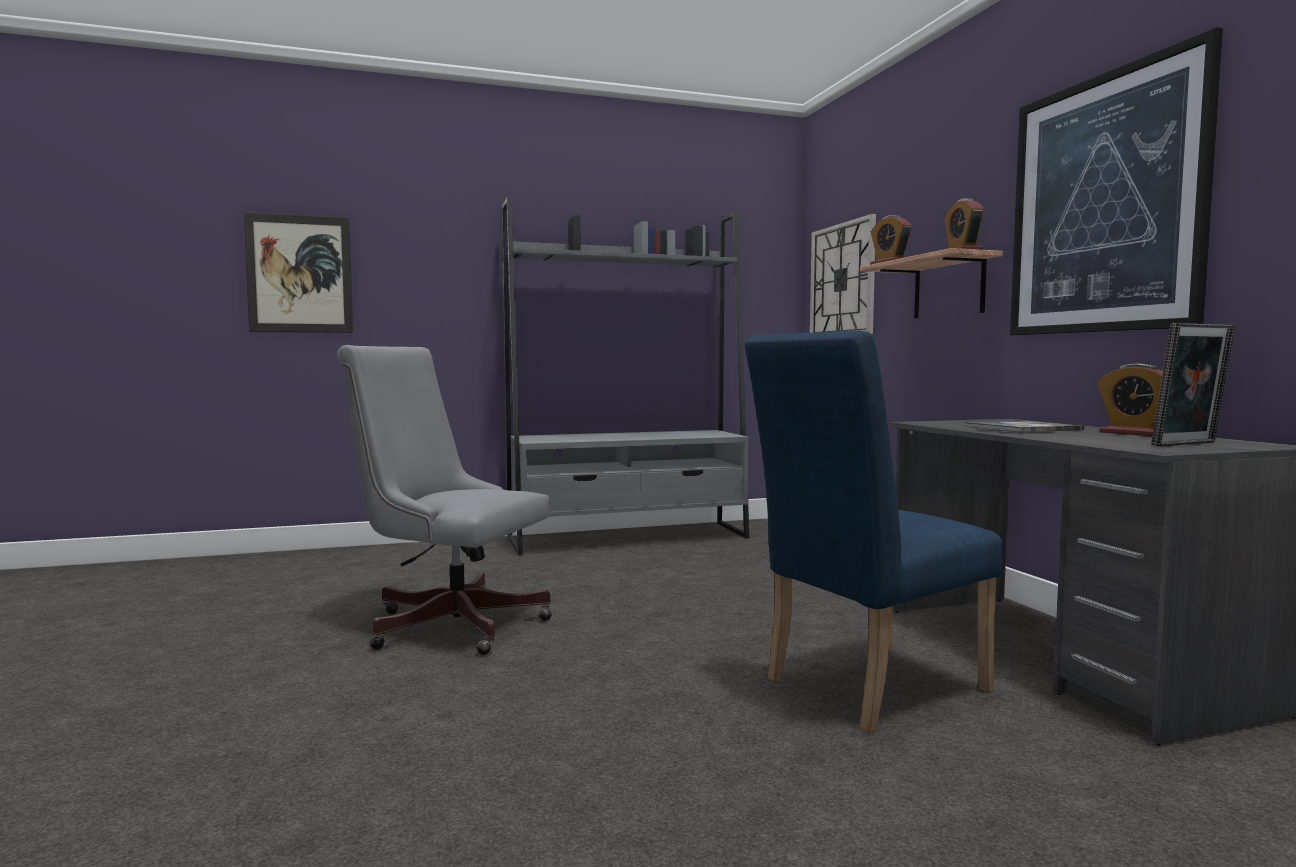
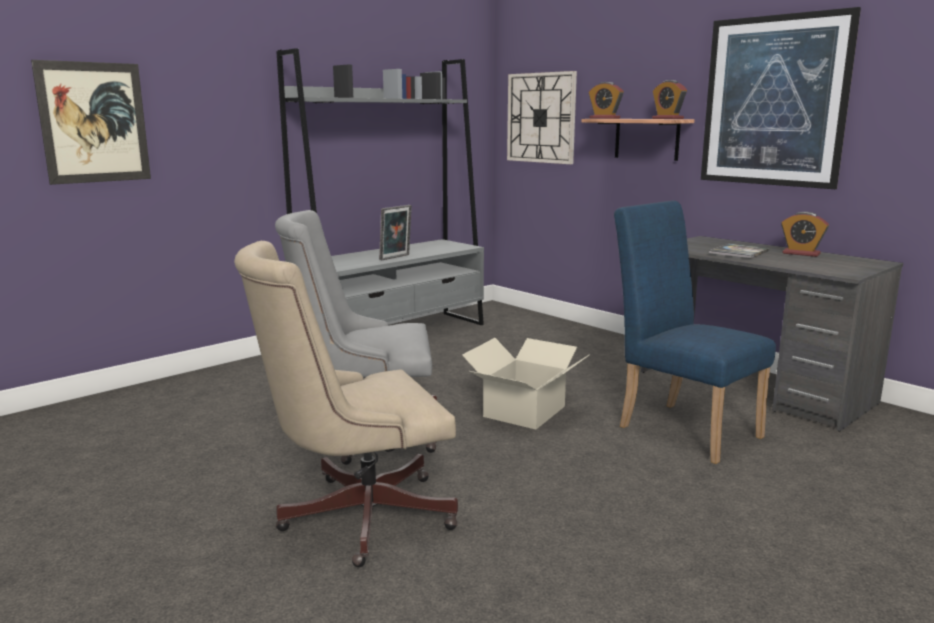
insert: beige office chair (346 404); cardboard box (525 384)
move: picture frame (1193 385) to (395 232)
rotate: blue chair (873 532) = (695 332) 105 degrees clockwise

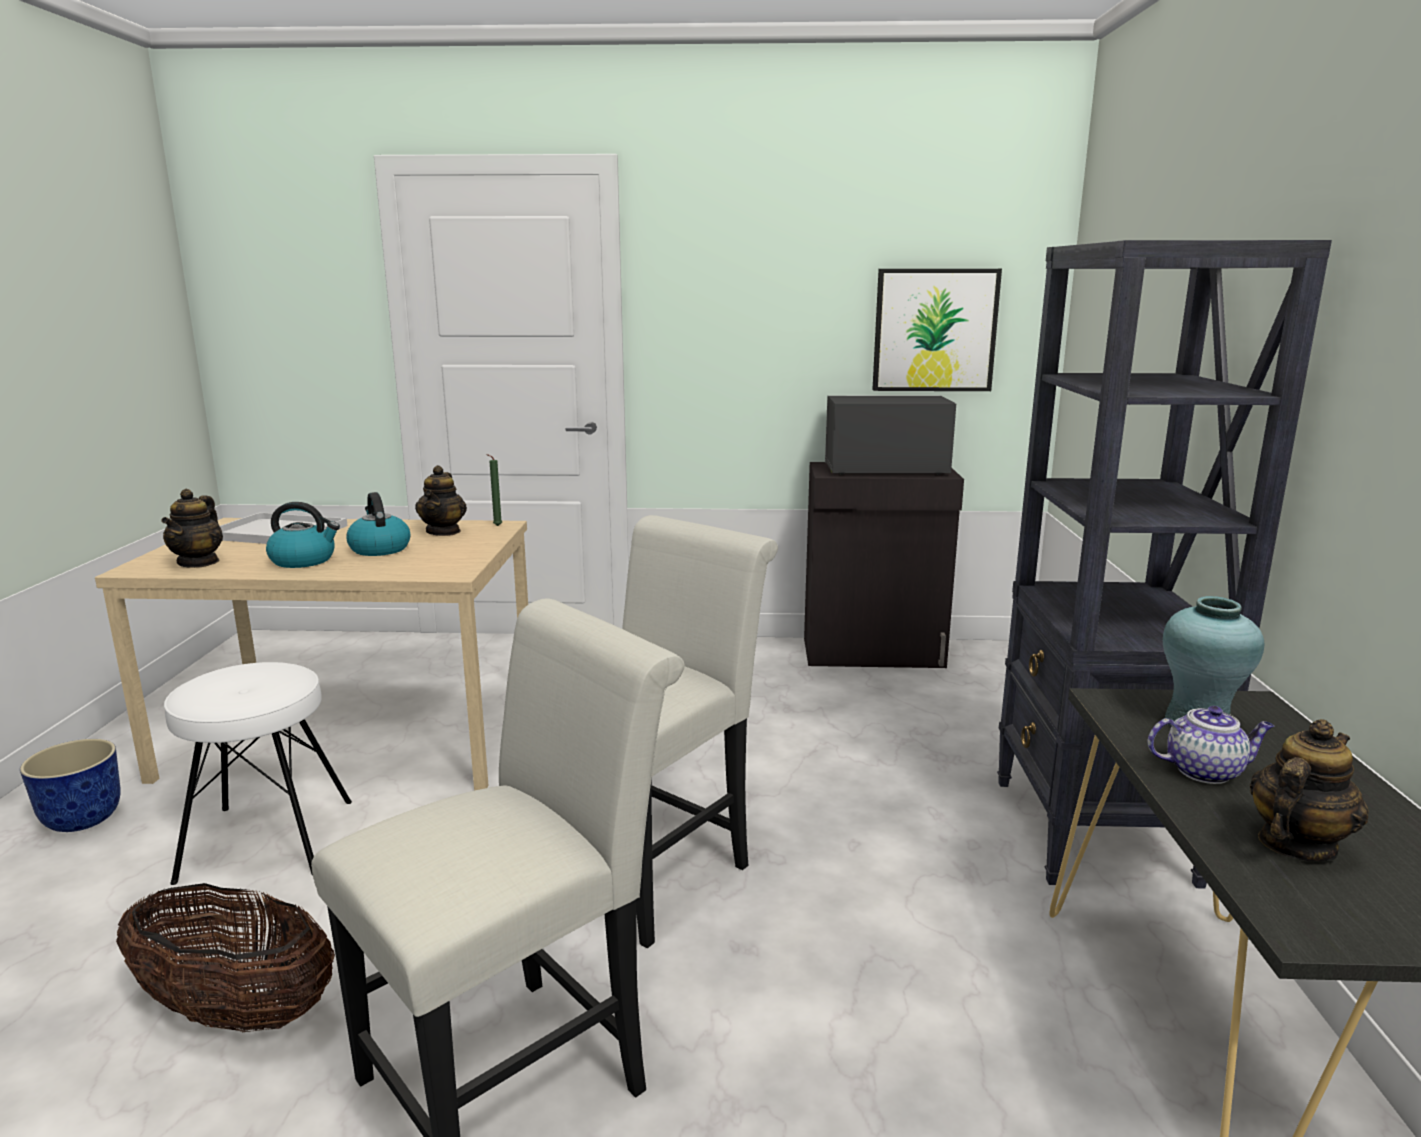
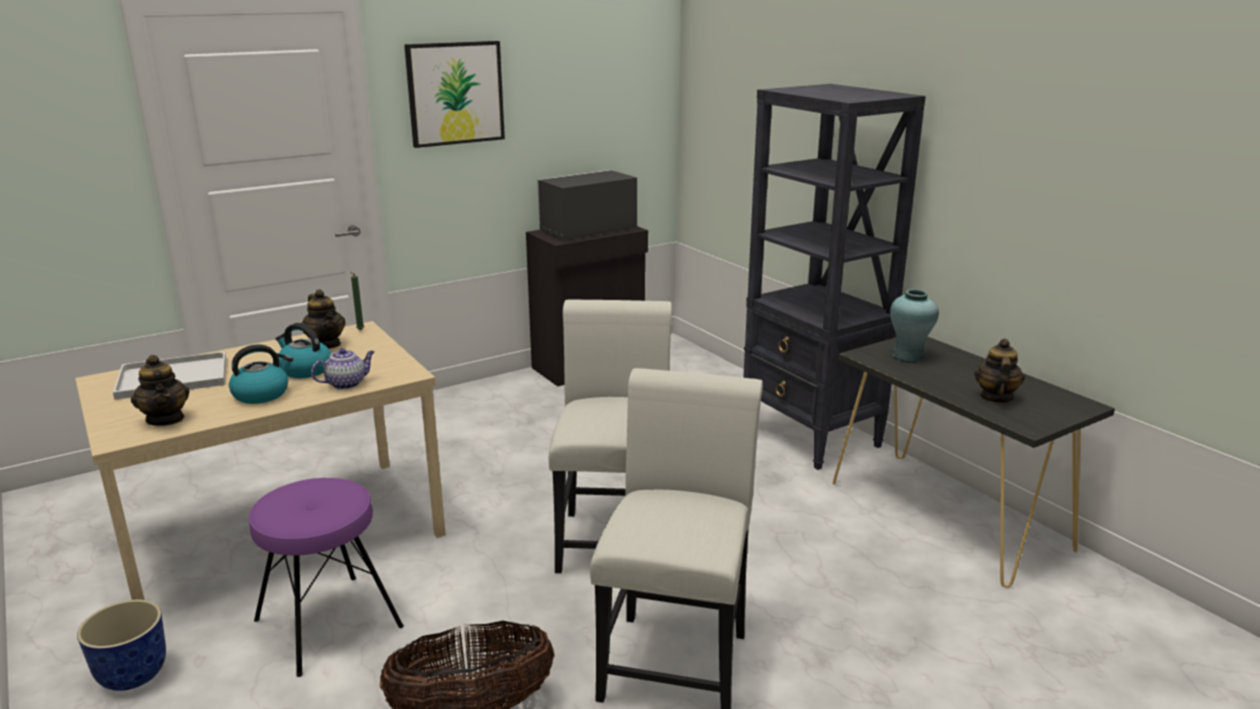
move: teapot (1211 745) to (343 368); picture (937 330) to (454 94)
recolor: white stool (258 773) to purple stool (326 577)

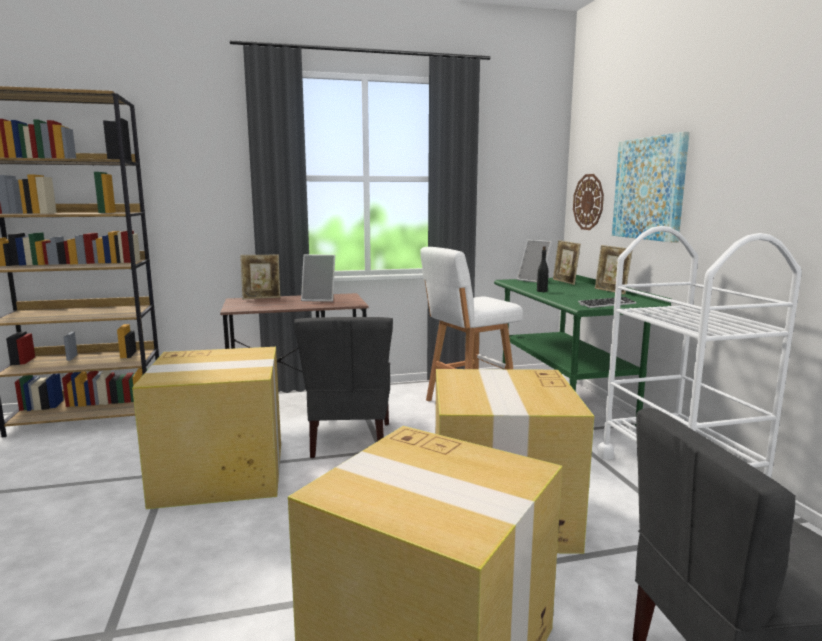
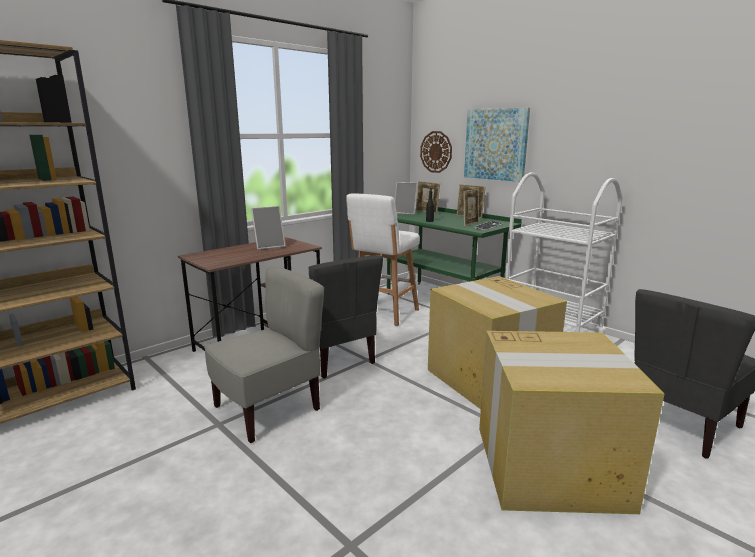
move: picture frame (260 277) to (471 207)
replace: cardboard box (206 428) to grey chair (264 355)

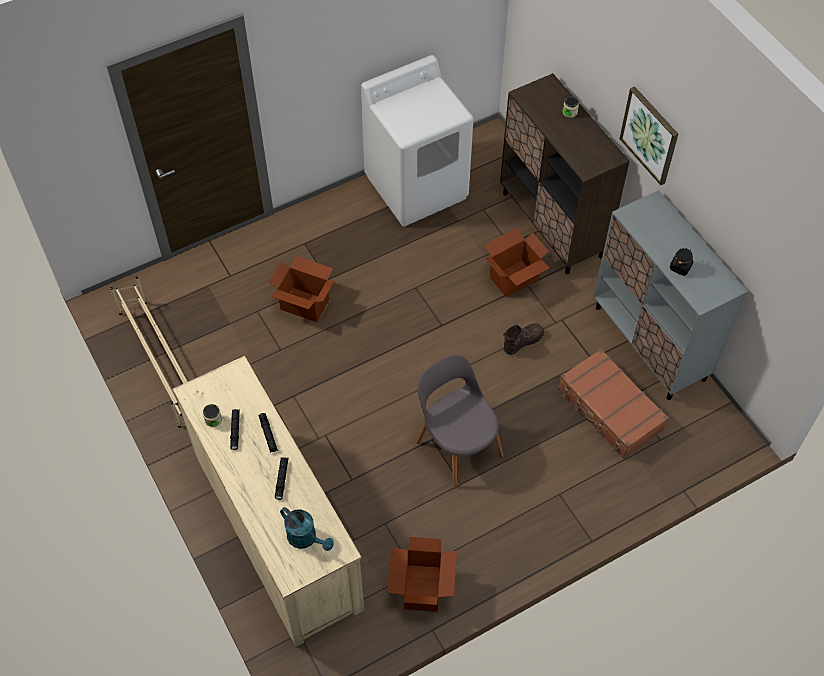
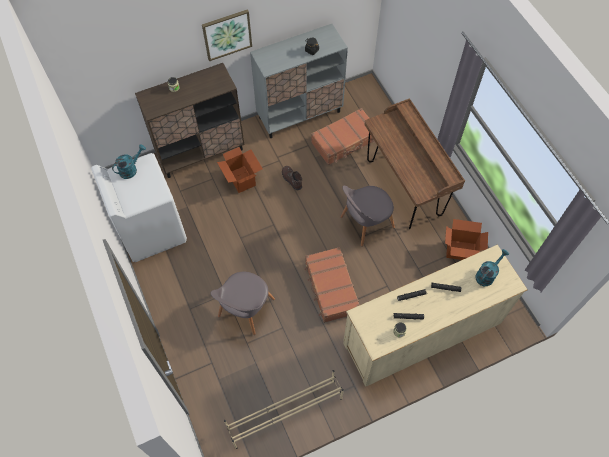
insert: turquoise watering can (129 161); brown suitcase (332 285); brown desk (415 163)
replace: cardboard box (302 289) to grey chair (243 303)

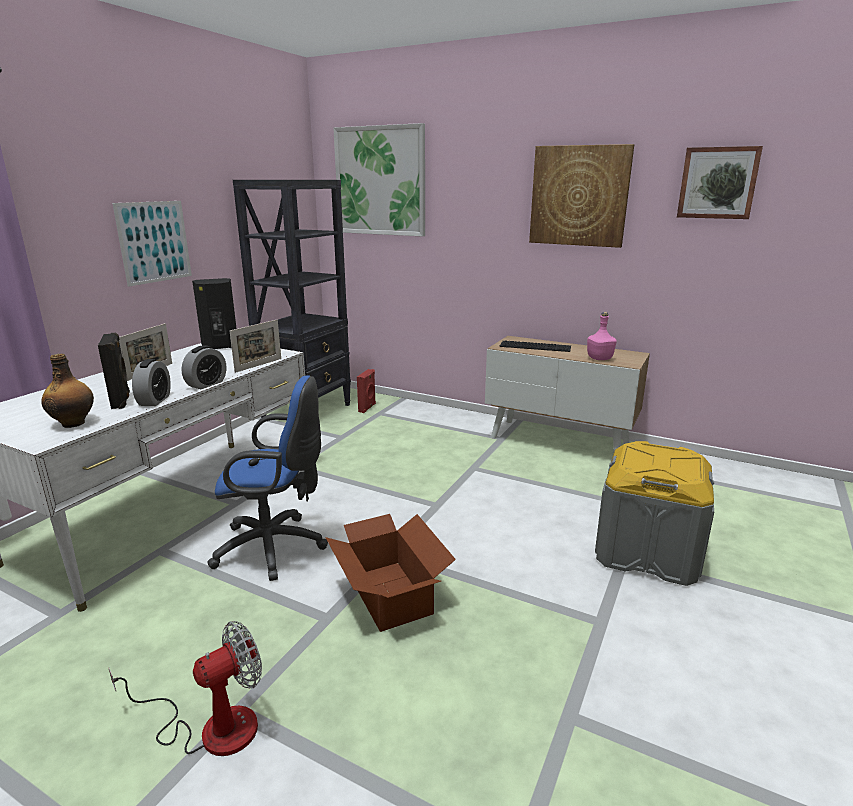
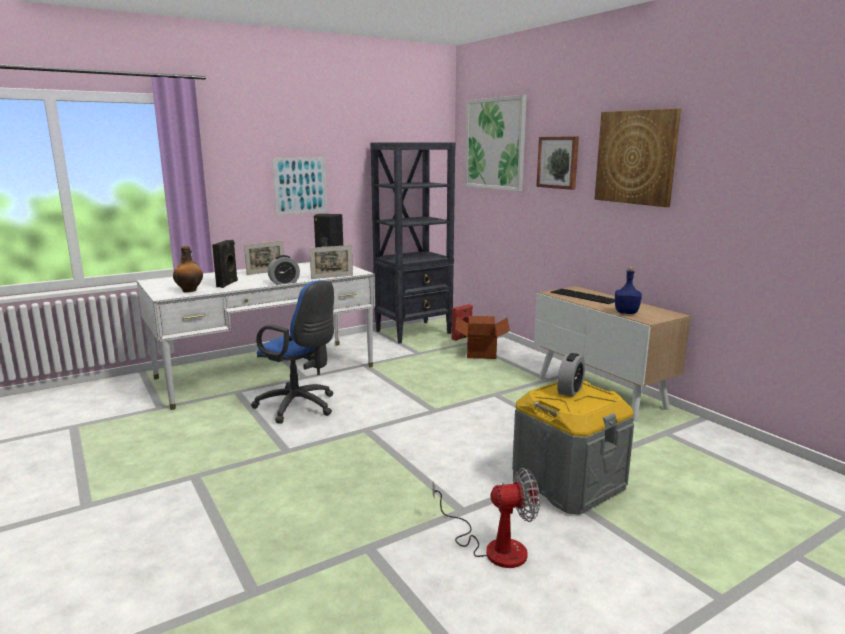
move: fan (185 688) to (486 518); cardboard box (391 573) to (482 337); picture (720 182) to (557 163); alarm clock (151 382) to (571 375)
recolor: pink bottle (602 336) to blue bottle (628 290)

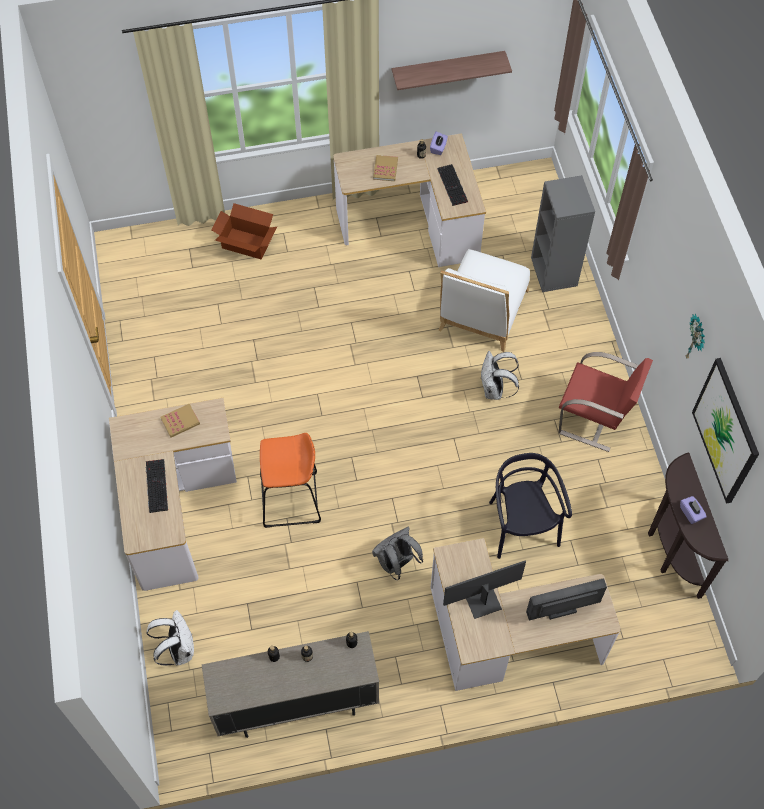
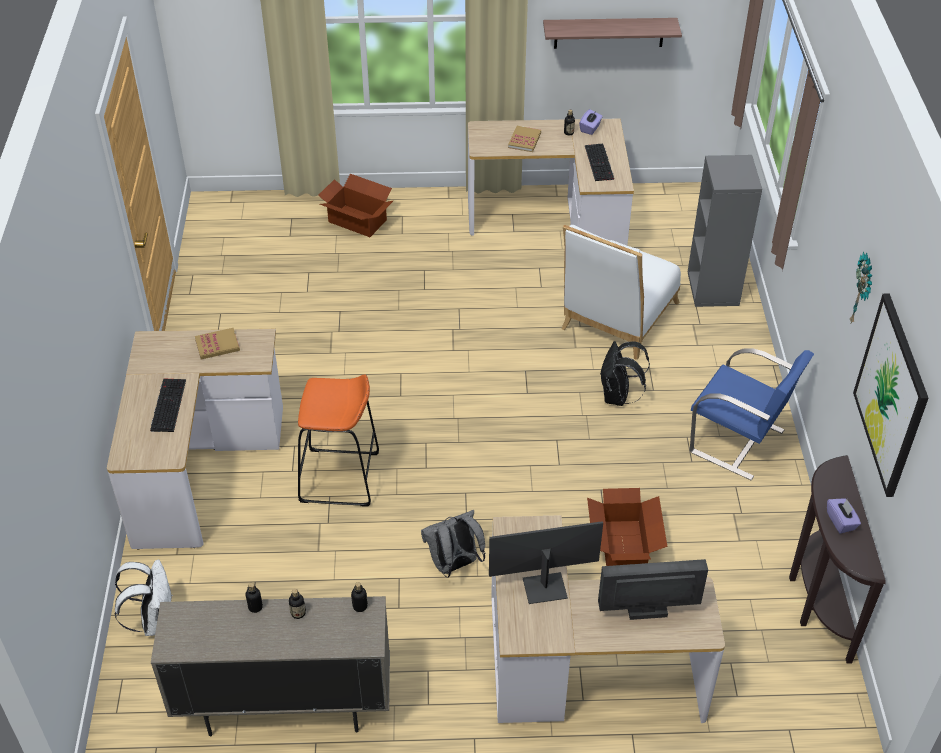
replace: black chair (530 506) to cardboard box (627 527)
recolor: white backpack (500 375) to black backpack (625 373); red chair (606 402) to blue chair (752 414)

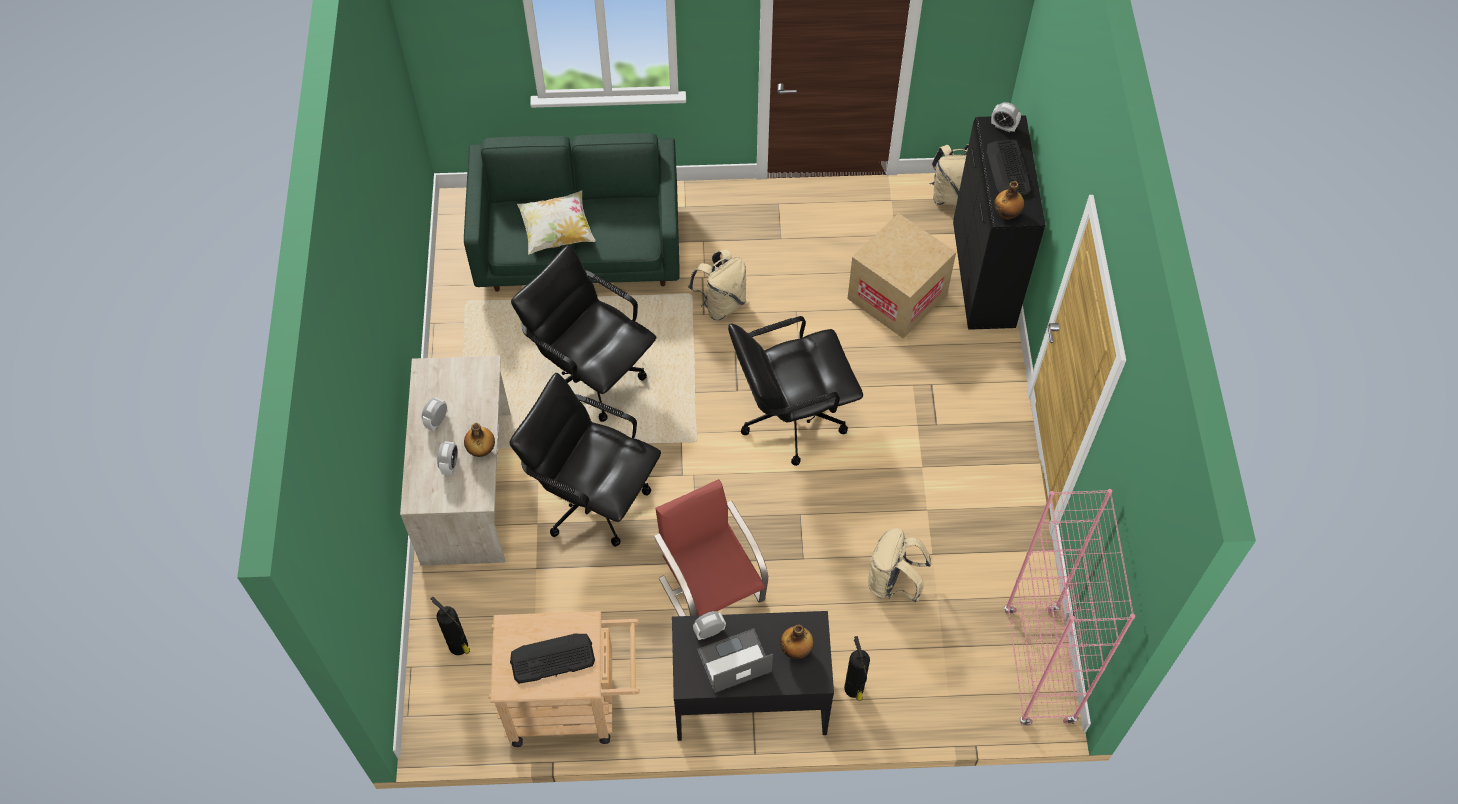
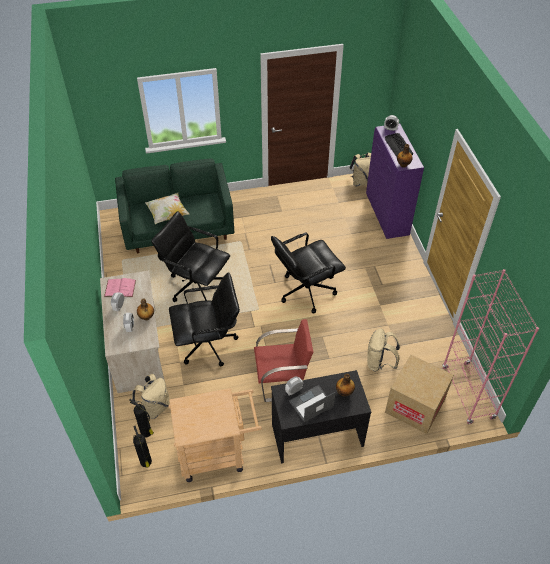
delete: keyboard (552 659)
insert: pink book (120 287)
move: beige backpack (717 285) to (151 396); fire extinguisher (857 668) to (142 447); cardboard box (901 275) to (419 394)
recolor: black cabinet (999 222) to purple cabinet (395 181)
rotate: black office chair (585 460) = (204 319) 150 degrees clockwise; red chair (711 547) = (283 360) 120 degrees clockwise

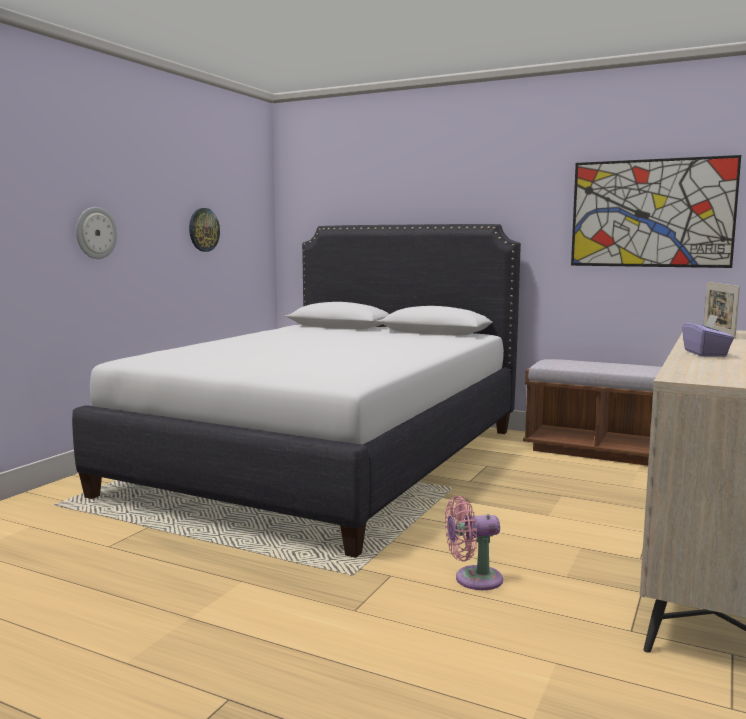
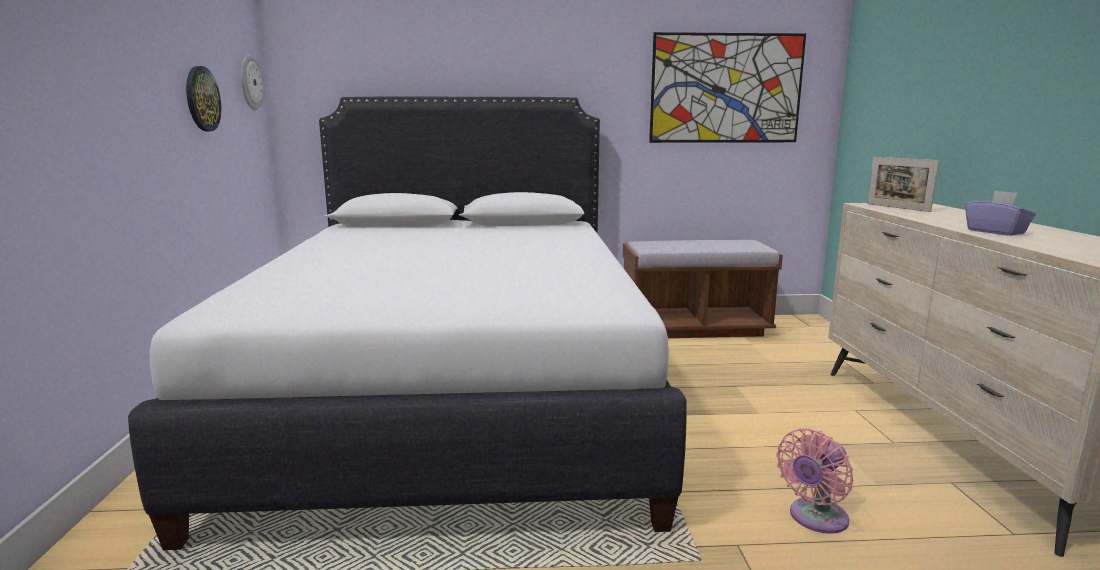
move: wall clock (96 233) to (252 82)

